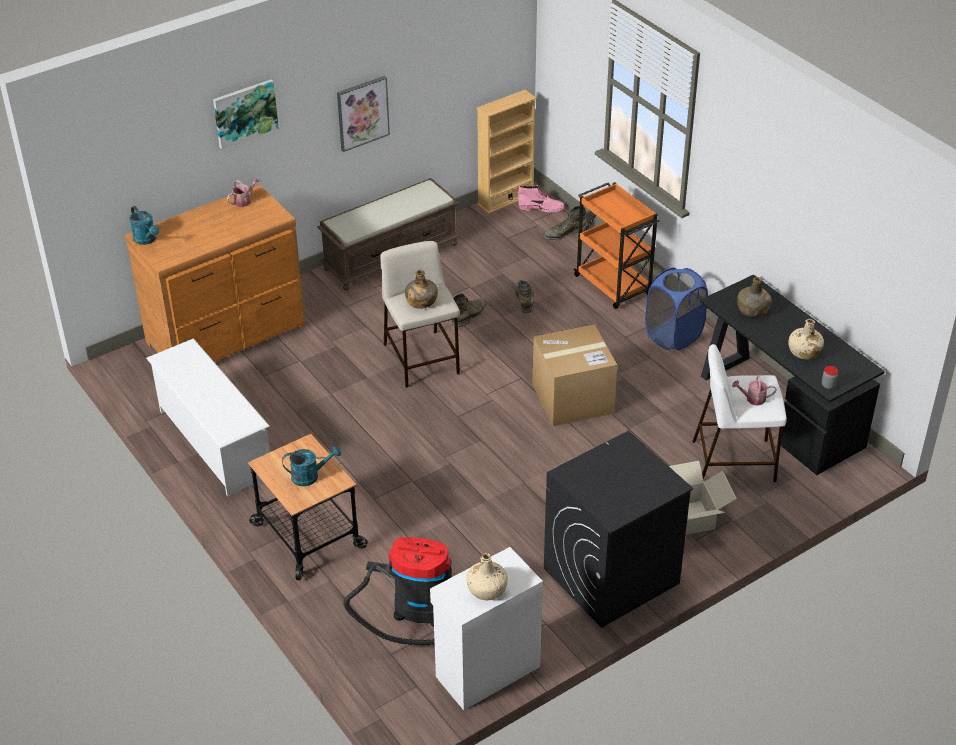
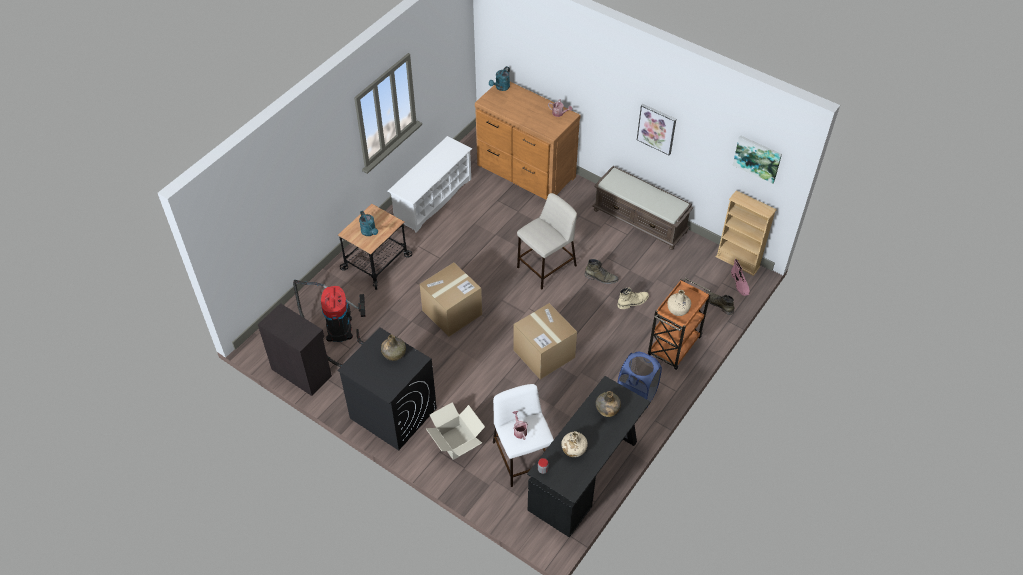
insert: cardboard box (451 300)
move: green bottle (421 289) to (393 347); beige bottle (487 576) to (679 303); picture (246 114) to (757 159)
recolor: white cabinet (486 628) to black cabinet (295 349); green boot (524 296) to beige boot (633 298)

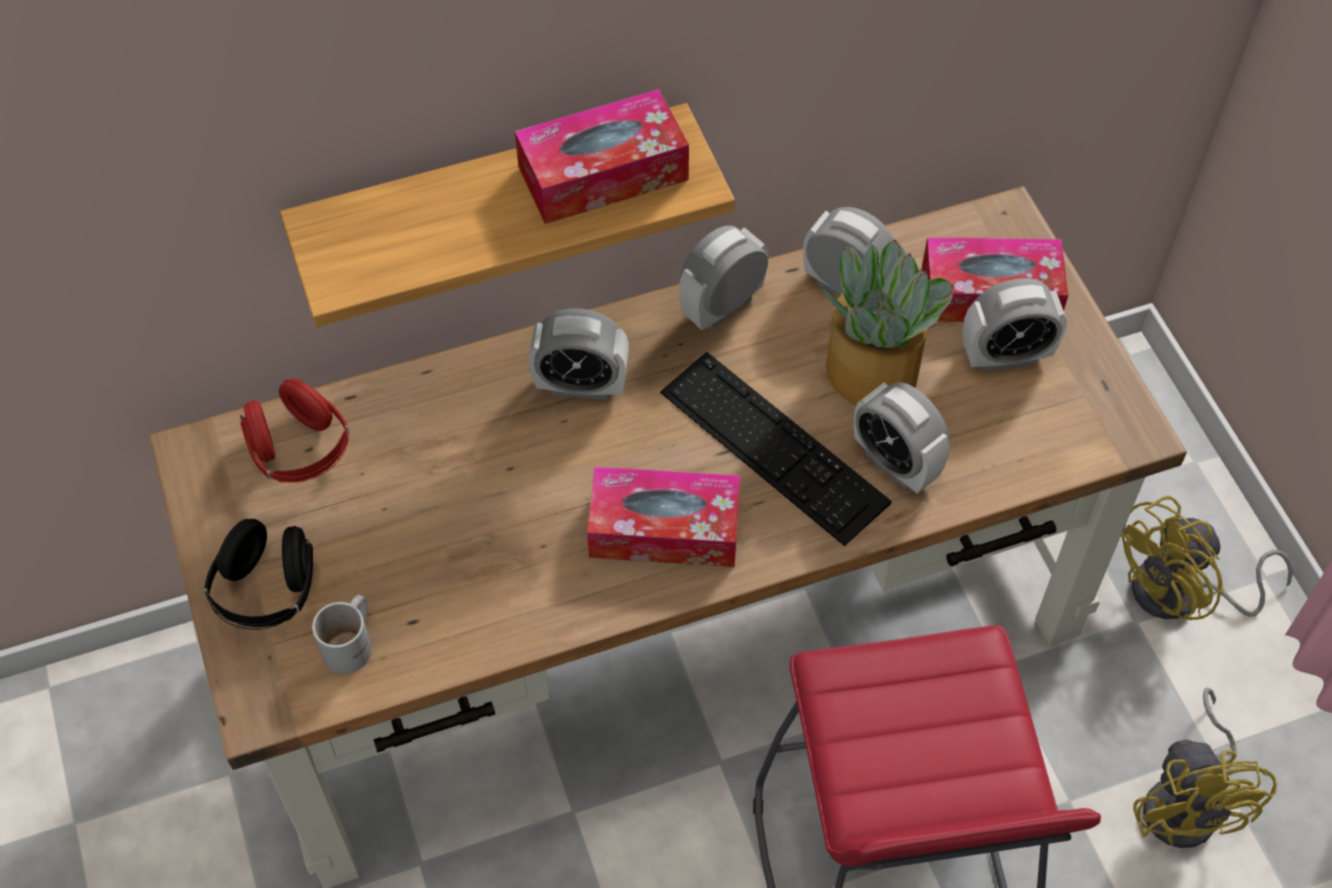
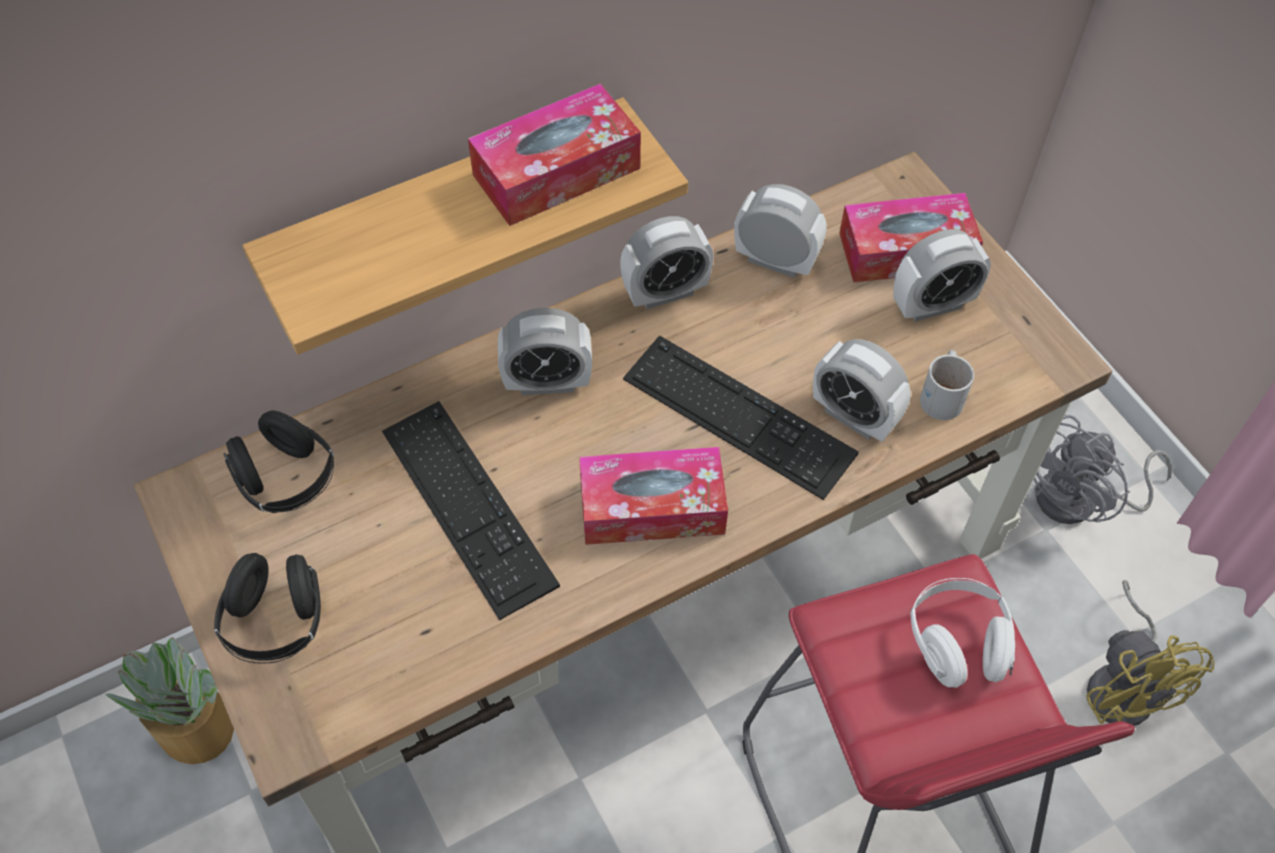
insert: keyboard (471 510); white headphones (962 633)
move: potted plant (888 322) to (169 700); white mug (342 634) to (947 385)
recolor: red headphones (295 431) to black headphones (278 462); yellow fan (1207 558) to grey fan (1103 469)
rotate: alarm clock (723 278) = (667 262) 150 degrees counterclockwise

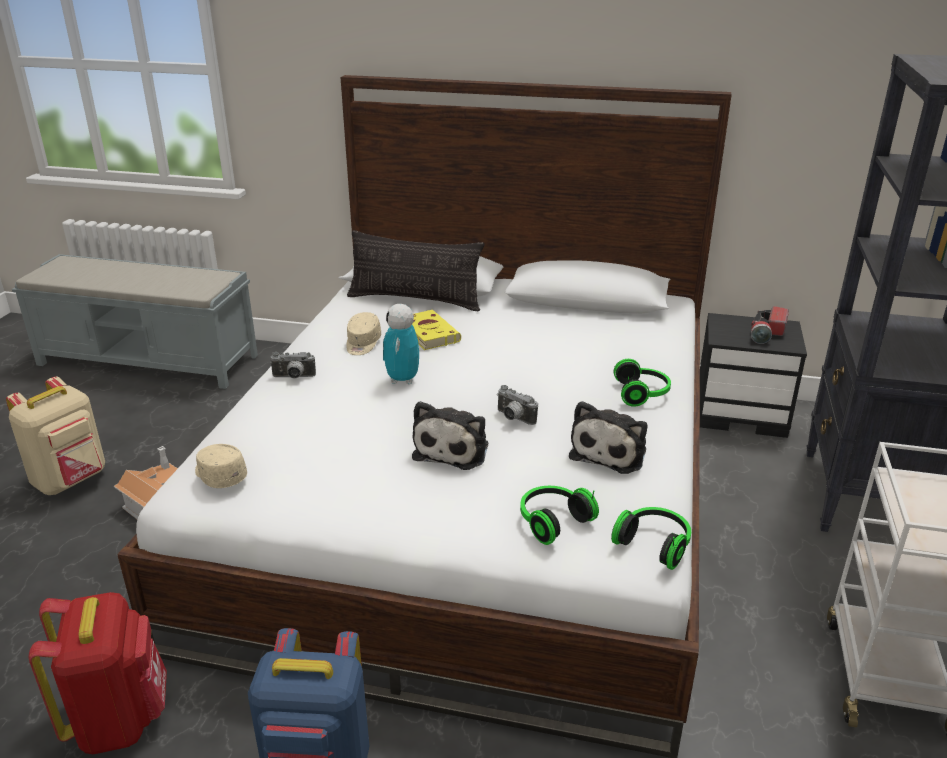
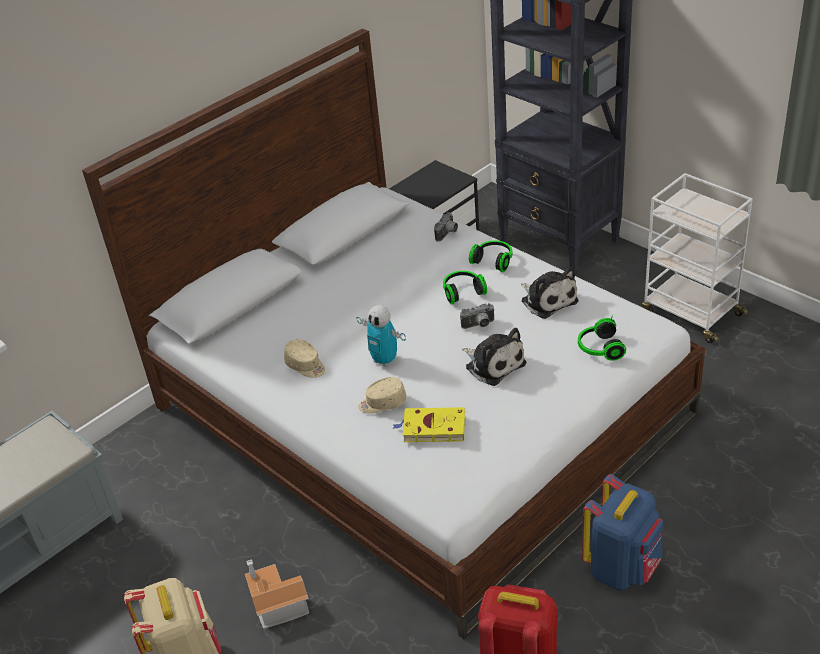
delete: pillow (416 270); flashlight (770 325)
move: beige cap (221 466) to (382 395); yellow book (436 330) to (429 424); photo camera (293 365) to (446 227); headphones (651 538) to (465 288)

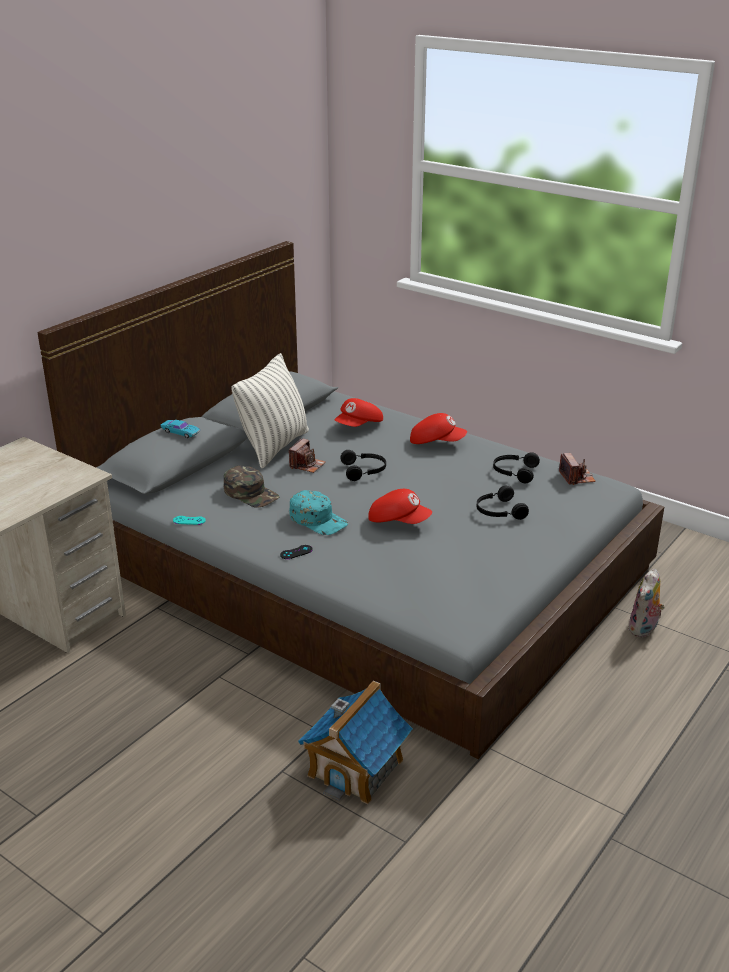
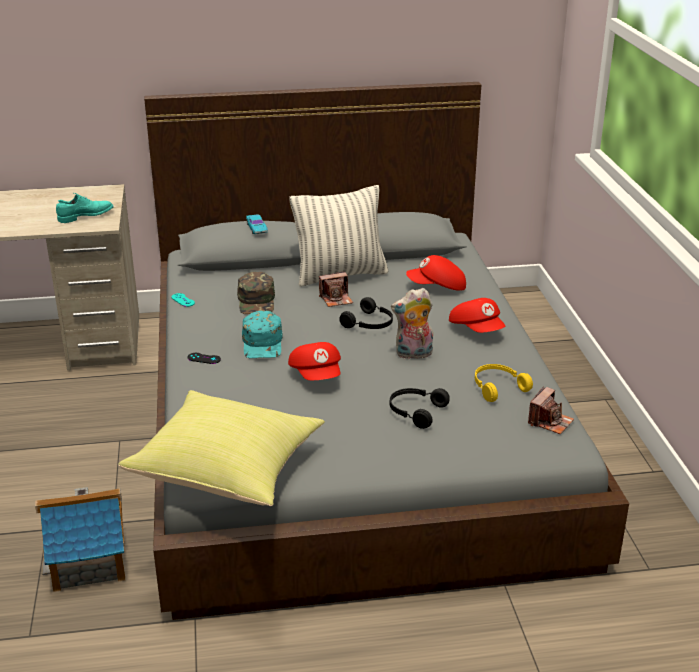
insert: turquoise shoe (85 208); yellow pillow (222 448)
move: plush toy (646 602) to (412 323)
recolor: black headphones (516 467) to yellow headphones (504 383)

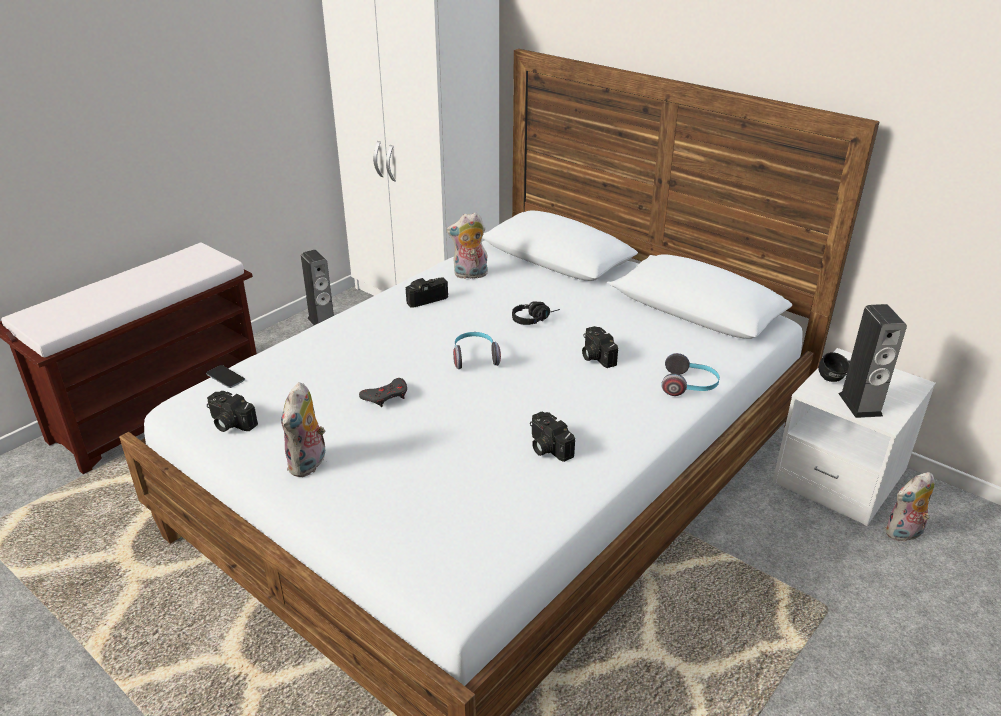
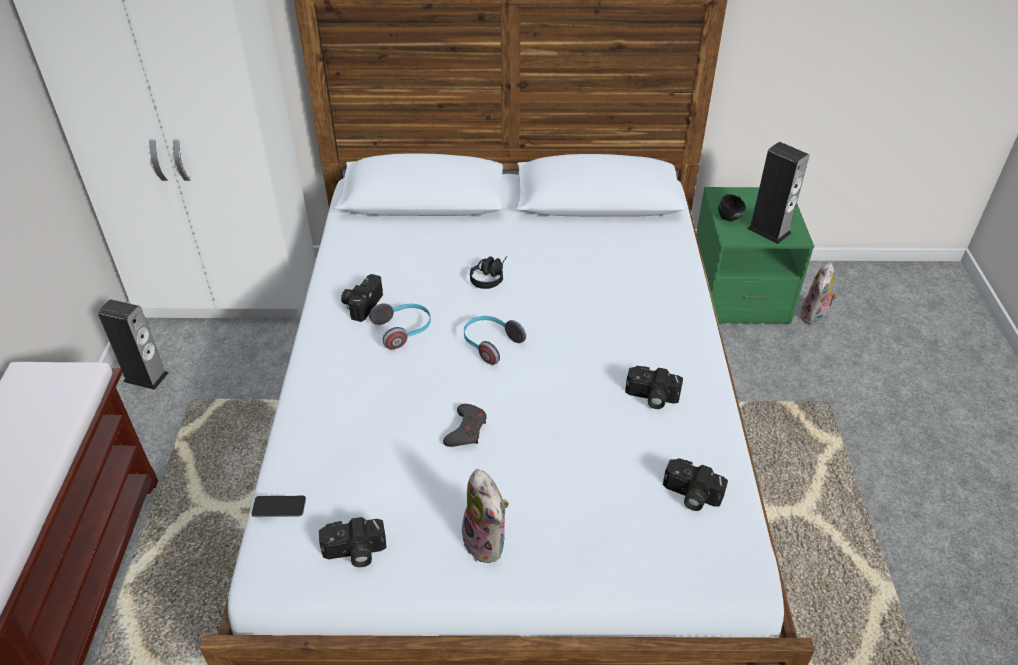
delete: plush toy (467 245)
move: headphones (690 374) to (400 326); photo camera (600 347) to (695 484)
recolor: white nightstand (853 437) to green nightstand (755 255)

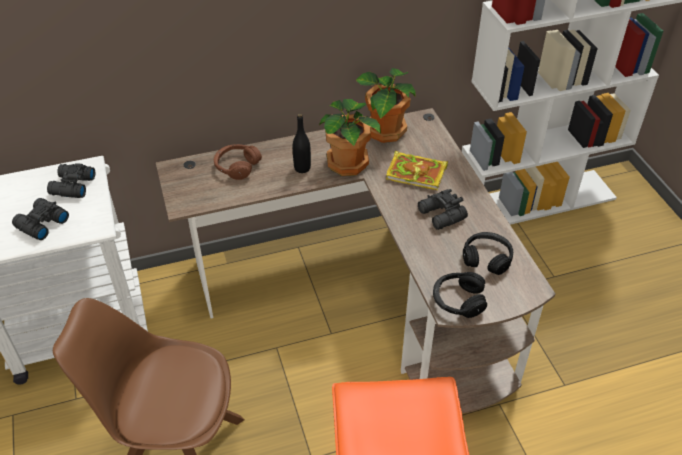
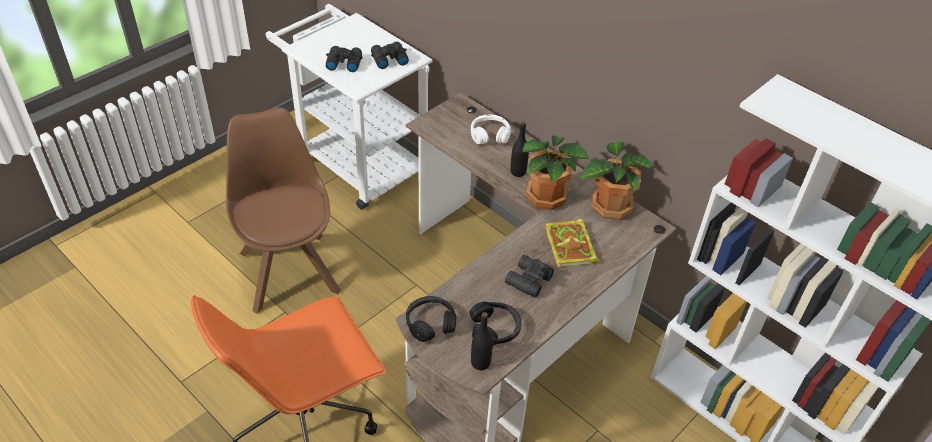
insert: black bottle (482 341)
recolor: brown headphones (238 162) to white headphones (491 129)

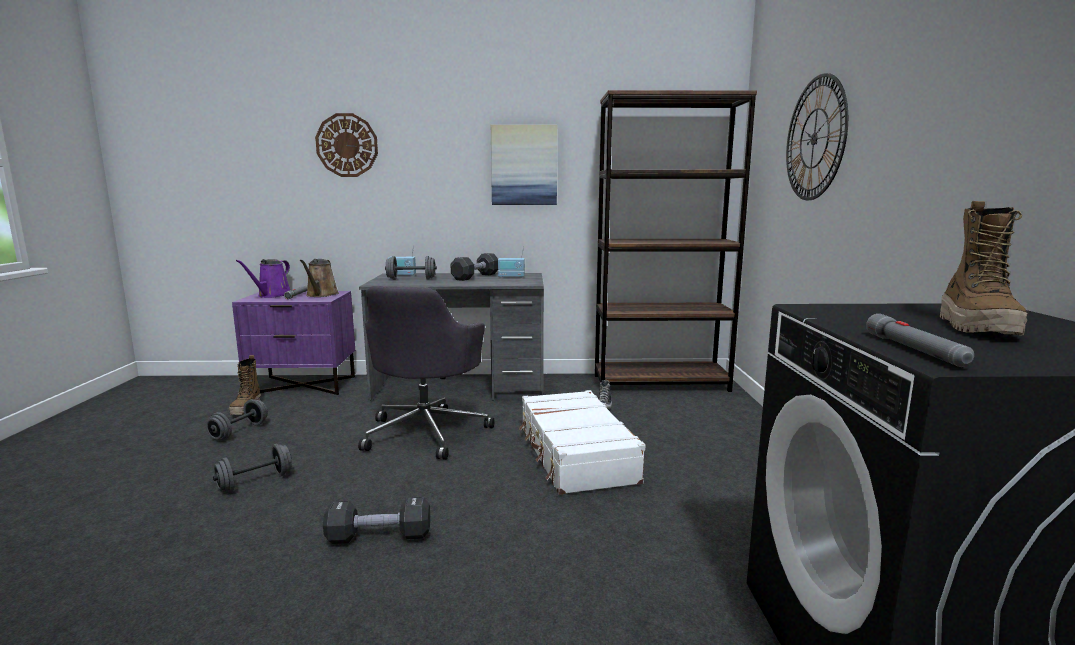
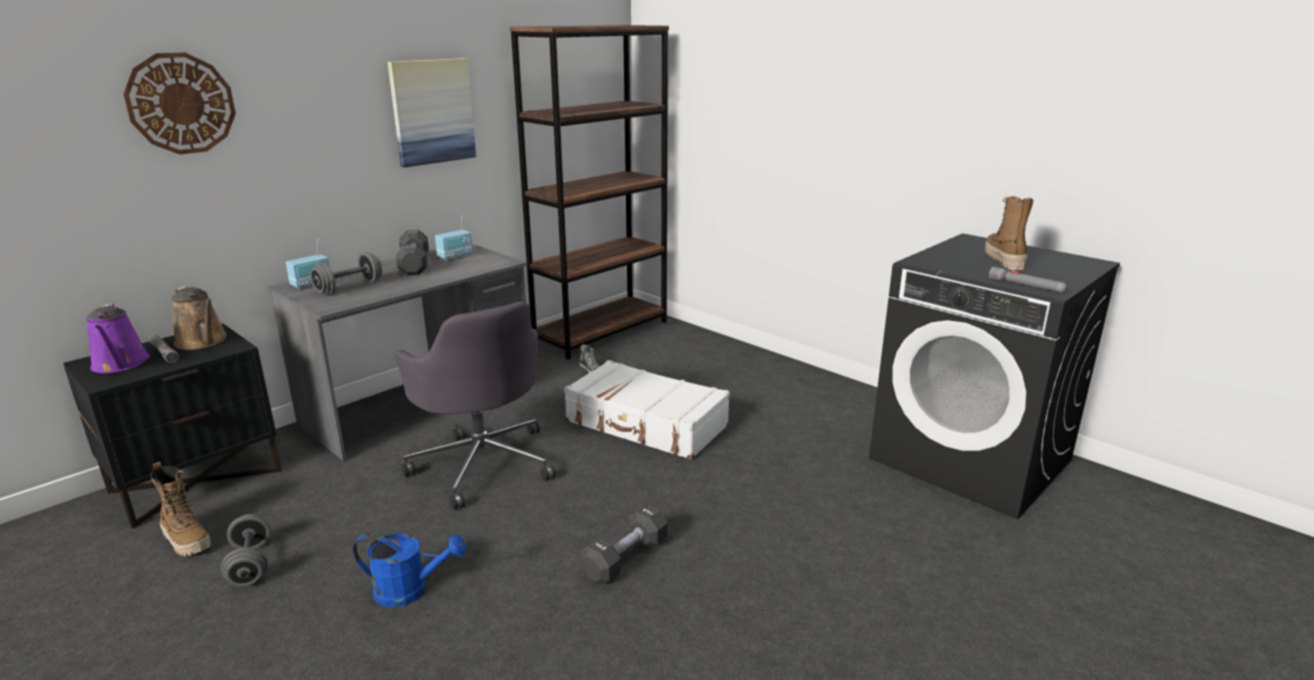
delete: wall clock (817 136)
replace: grey dumbbell (252 468) to blue watering can (409 570)
recolor: purple nightstand (293 343) to black nightstand (172 425)
rotate: boot (983 268) = (1009 233) 150 degrees counterclockwise

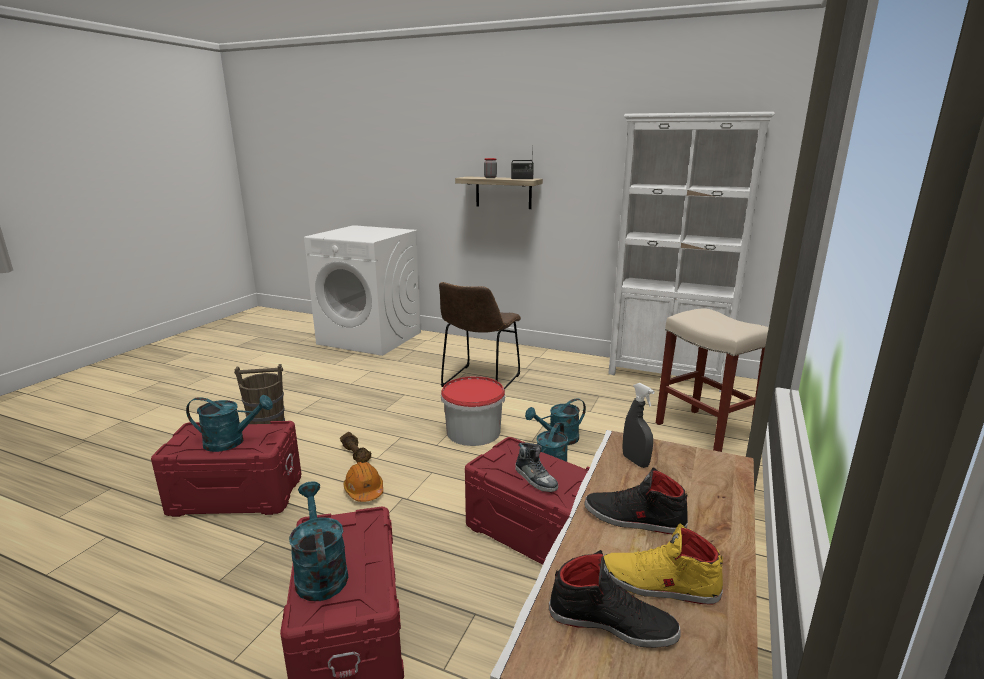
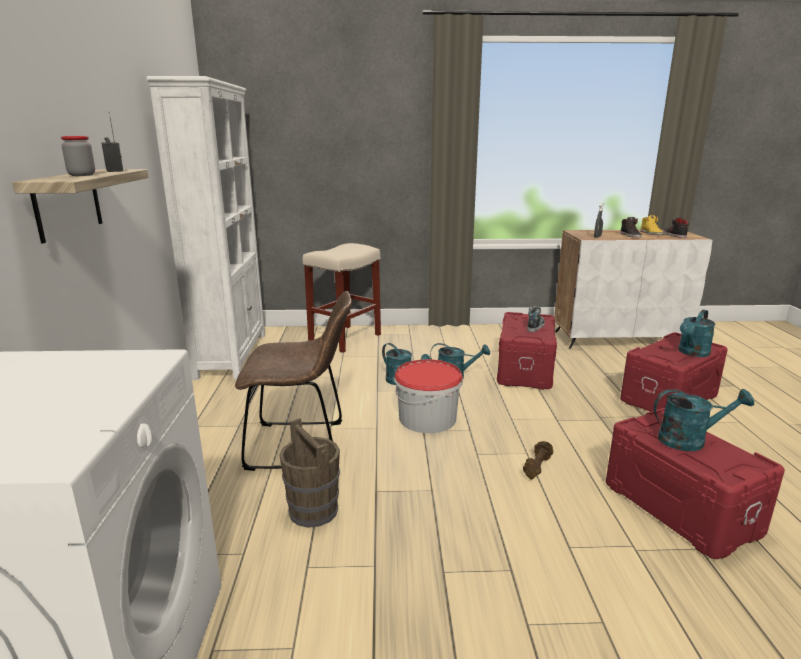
delete: orange hard hat (363 482)
move: brown bucket (259 394) to (309 473)
rotate: turquoise watering can (229 423) = (704 420) 120 degrees clockwise

